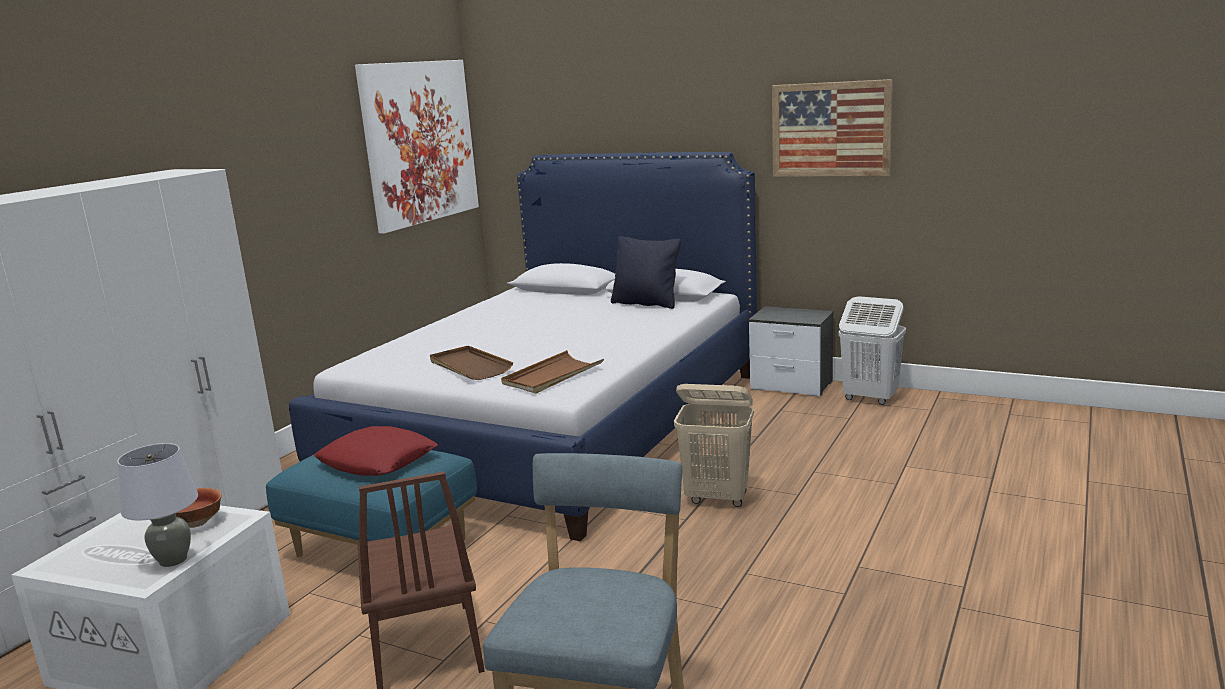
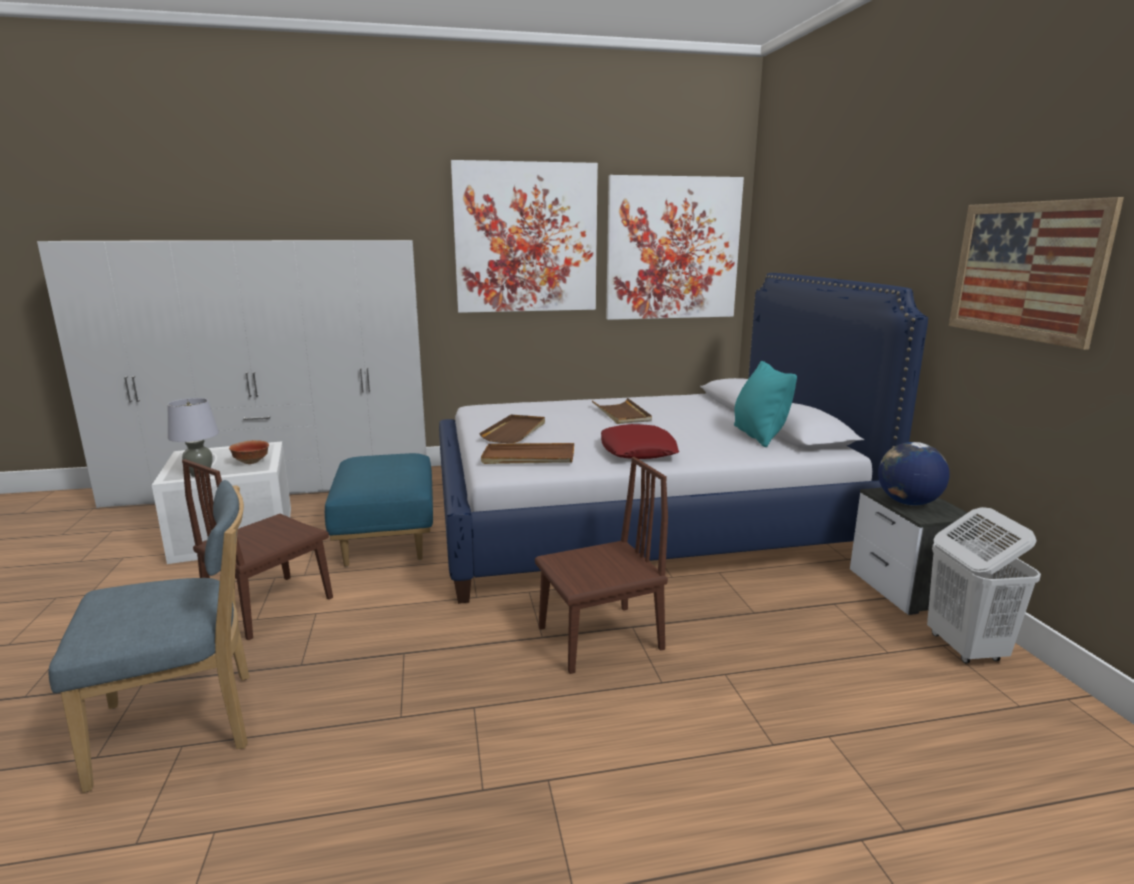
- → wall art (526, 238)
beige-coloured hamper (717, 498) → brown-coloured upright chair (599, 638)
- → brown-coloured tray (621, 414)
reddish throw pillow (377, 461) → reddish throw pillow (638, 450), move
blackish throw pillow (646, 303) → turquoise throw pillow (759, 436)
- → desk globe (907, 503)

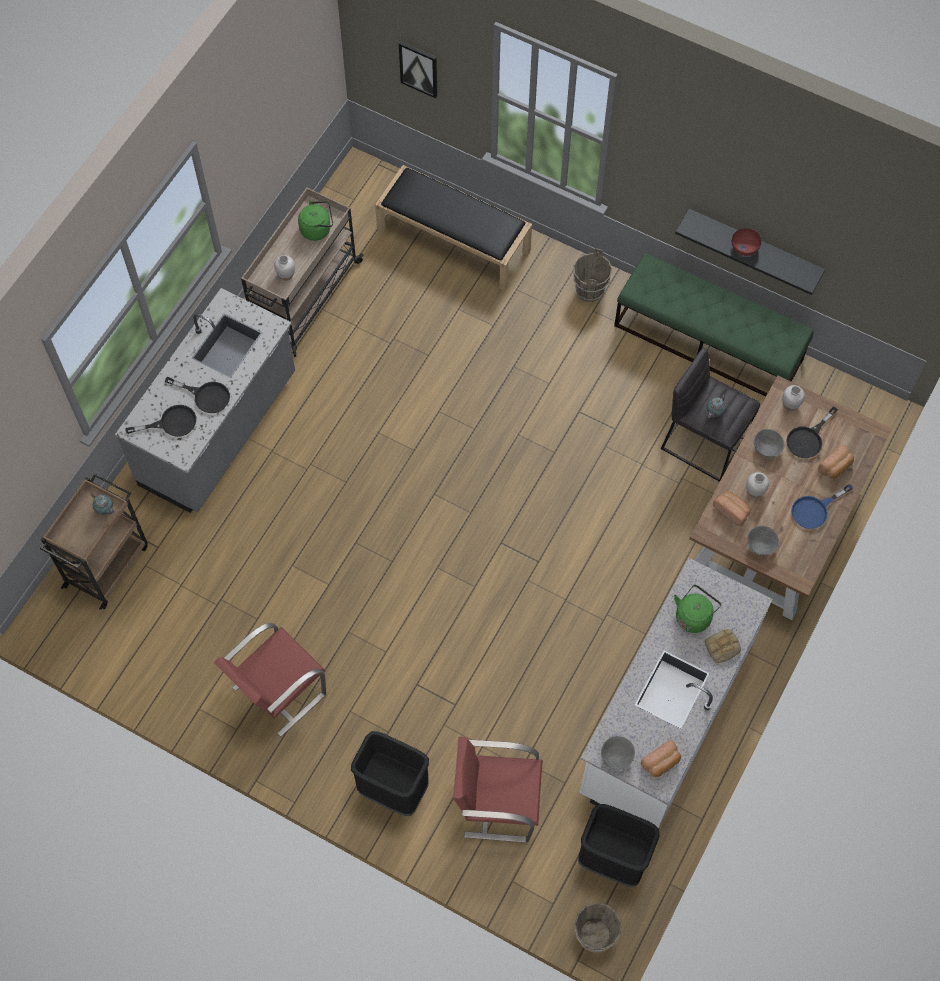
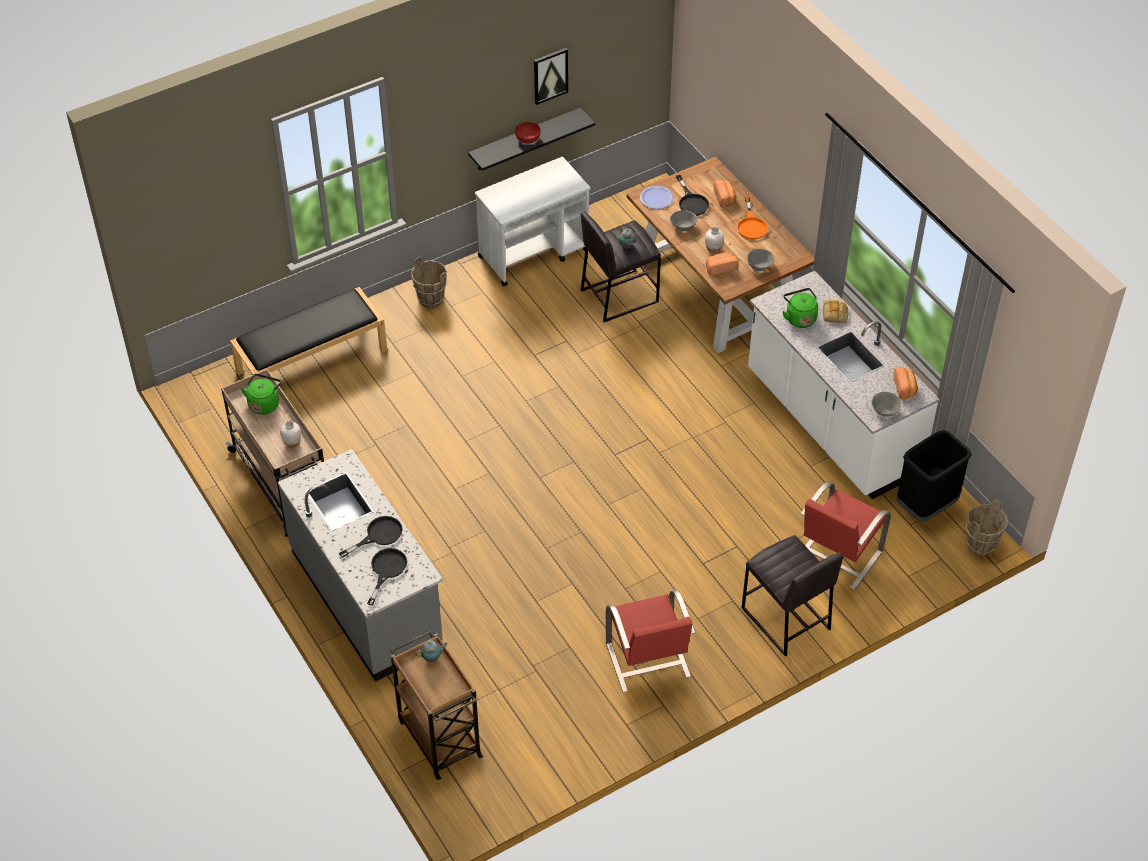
green long seat (708, 343) → white wheeled cart (534, 253)
wall art (419, 68) → wall art (550, 75), move
white flower vase (790, 405) → flat dish (656, 198)
blue-coloured pan (814, 510) → orange-coloured pan (751, 225)
blackish trash can (393, 789) → gray sitting stool (785, 619)

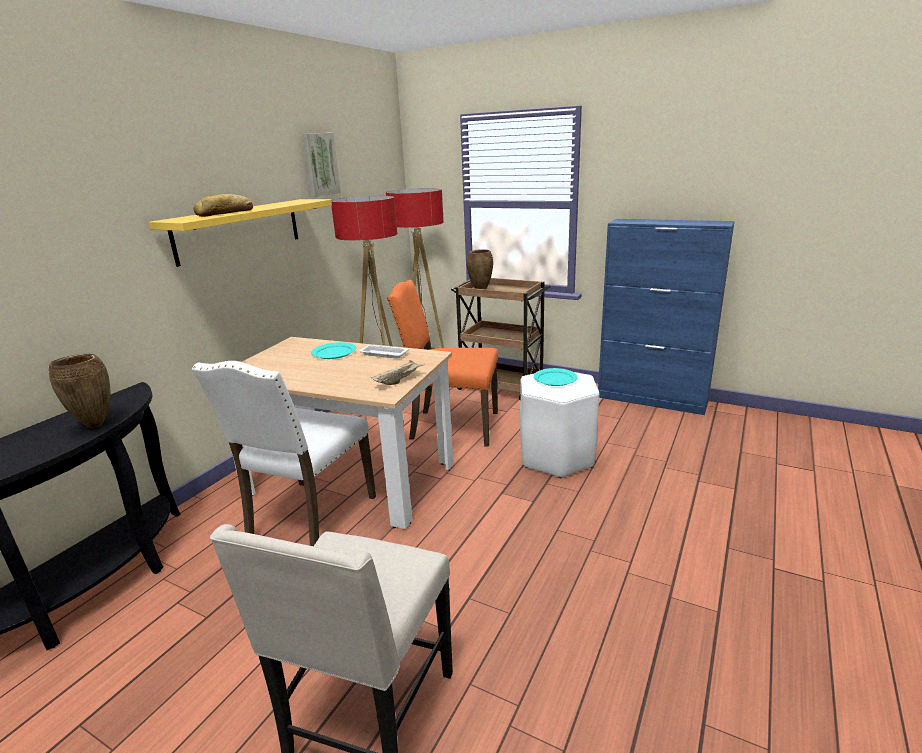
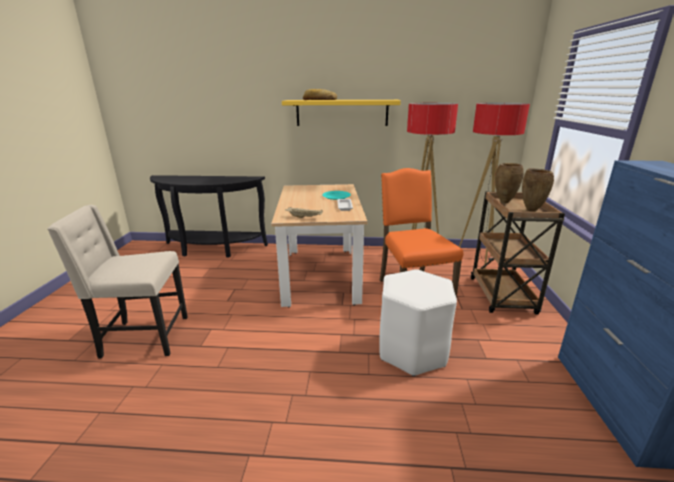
brown-coloured flower vase (96, 425) → brown-coloured flower vase (531, 211), move
white upright chair (309, 519) → -
wall art (320, 164) → -
turquoise flat dish (555, 379) → -

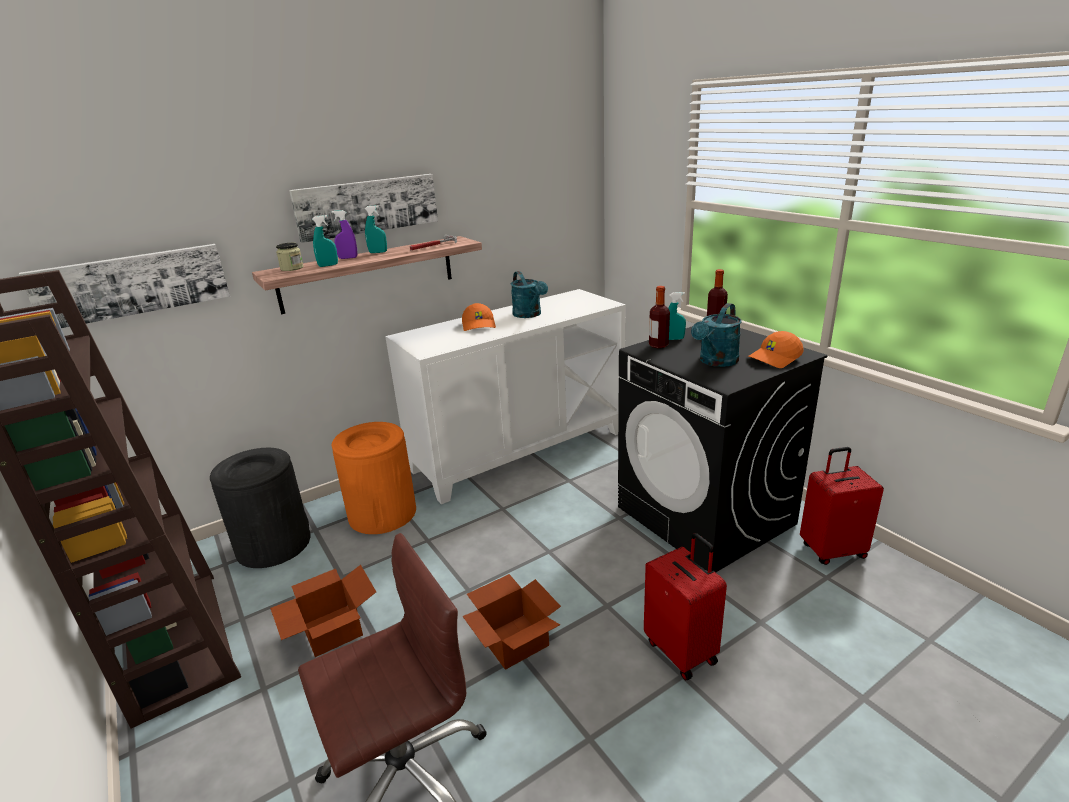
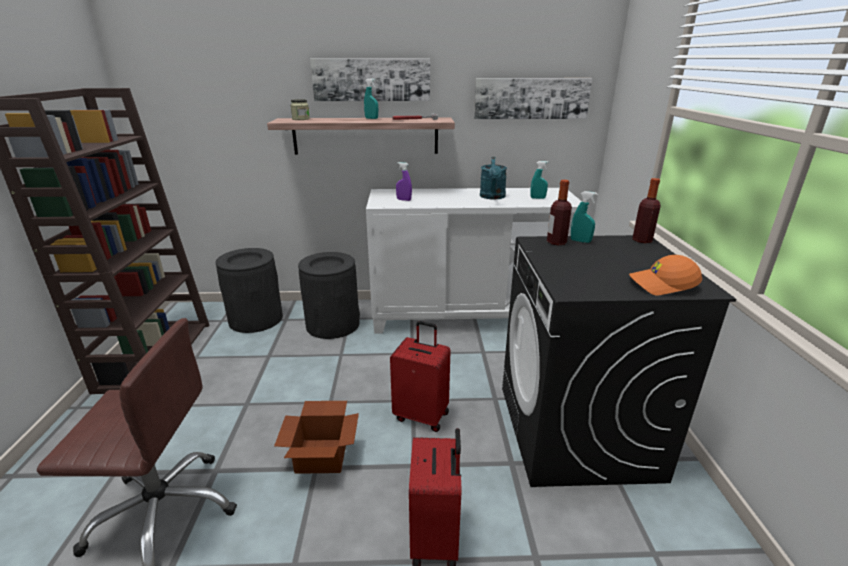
orange-coloured trash can (382, 513) → blackish trash can (333, 324)
reddish suitcase (831, 550) → reddish suitcase (422, 415), move
purple sprayer (348, 258) → purple sprayer (404, 200), move
wall art (132, 284) → wall art (531, 98), move
turquoise sprayer (328, 265) → turquoise sprayer (537, 198), move
carton (330, 630) → -
orange-coloured baseball cap (479, 325) → -
turquoise watering pot (716, 362) → -

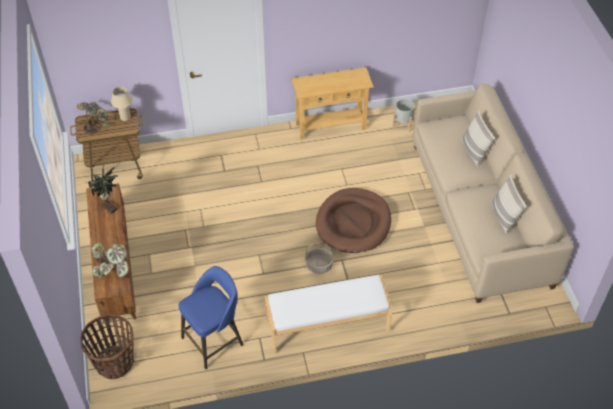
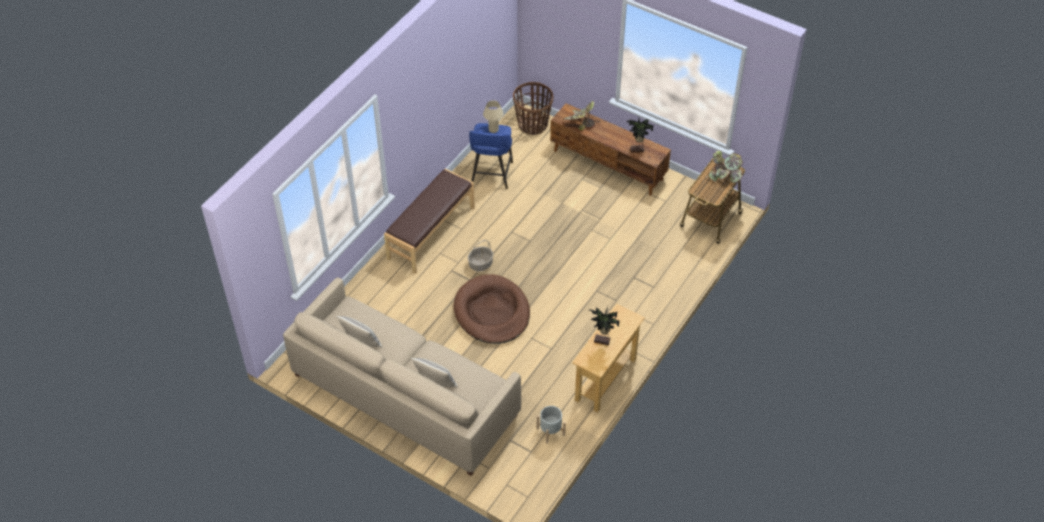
white long seat (327, 326) → brown-coloured long seat (430, 232)
beige-coloured table lamp (125, 117) → beige-coloured table lamp (493, 129), move
- → potted plant (602, 342)

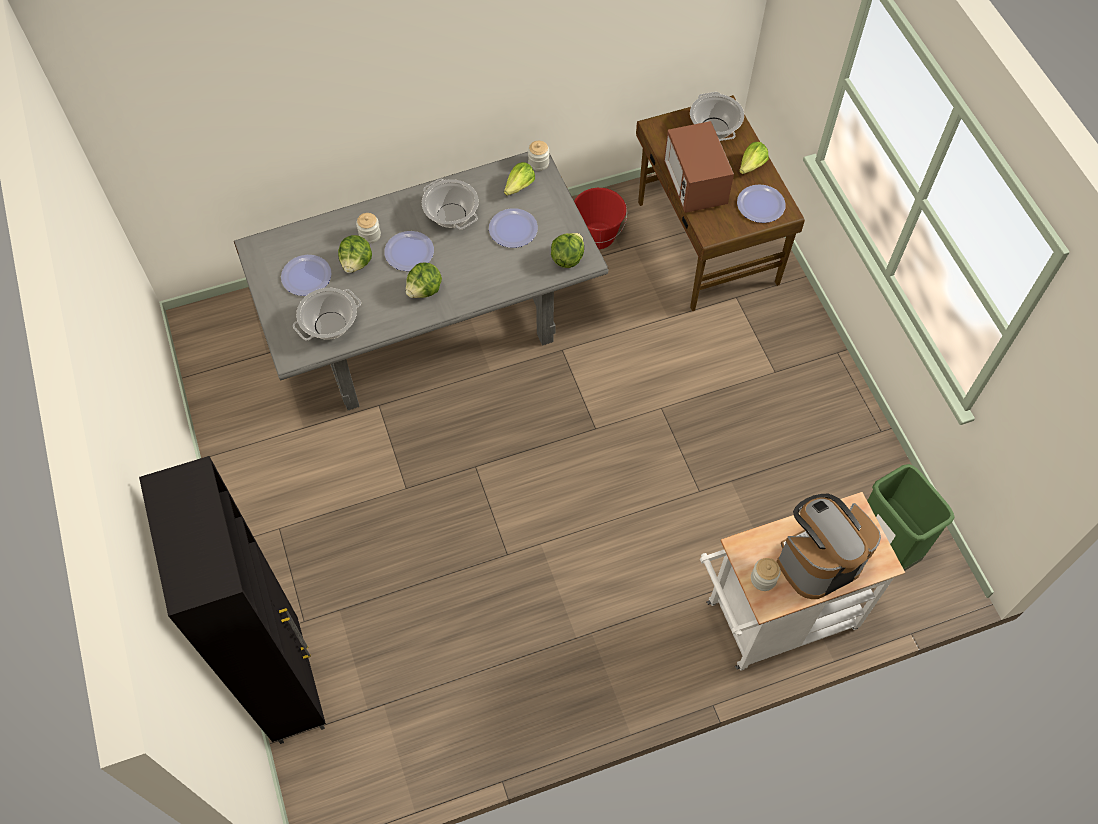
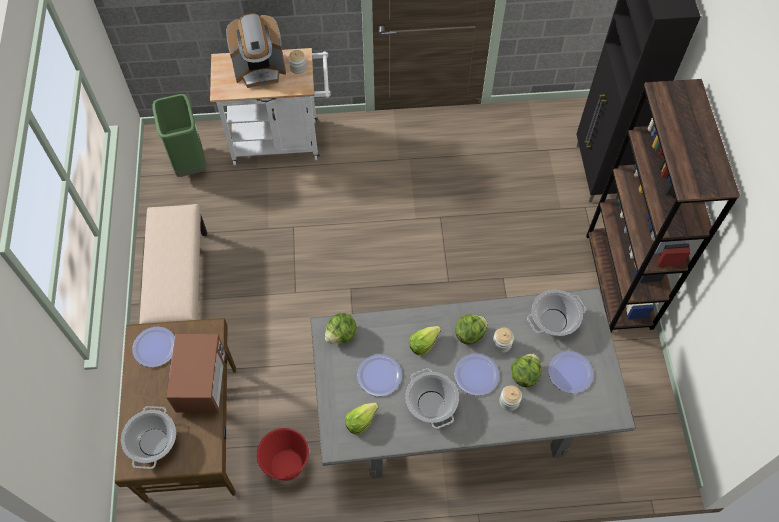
- → beige-coloured long seat (180, 287)
lettuce head (752, 166) → lettuce head (423, 343), move
preserve jar (538, 163) → preserve jar (501, 344), move
- → brown-coloured bookshelf (619, 281)

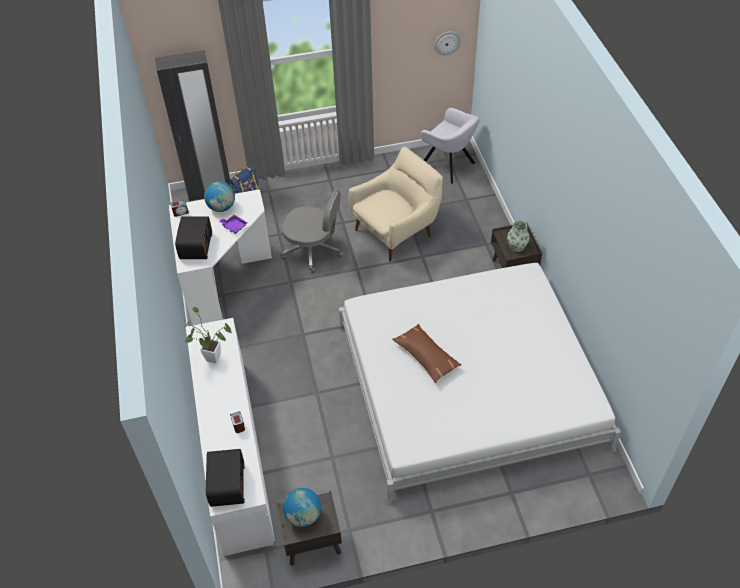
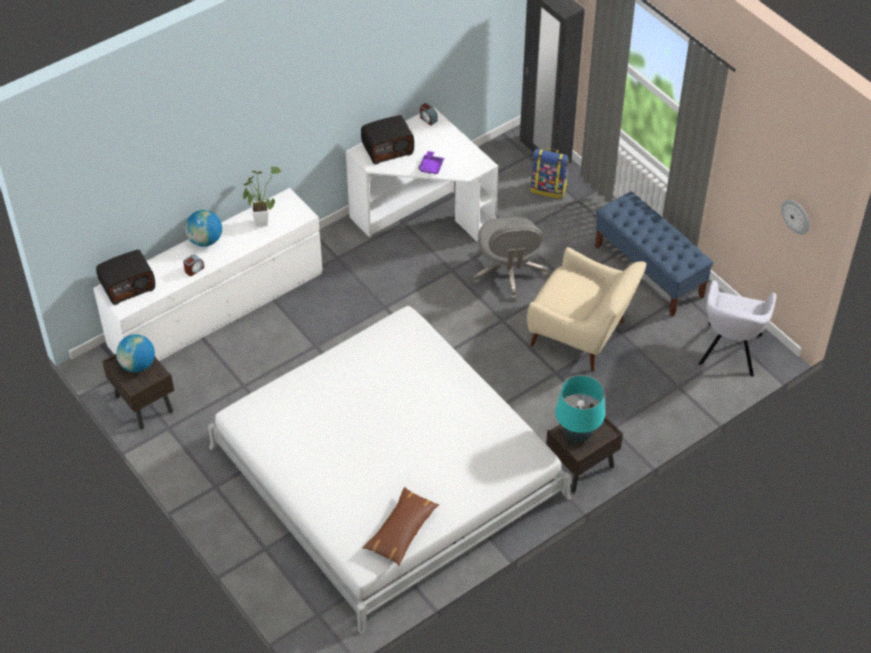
desk globe (222, 207) → desk globe (205, 240), move
brown-coloured throw pillow (426, 356) → brown-coloured throw pillow (401, 531), move
flower vase (516, 246) → turquoise table lamp (577, 435)
- → blue-coloured long seat (649, 272)

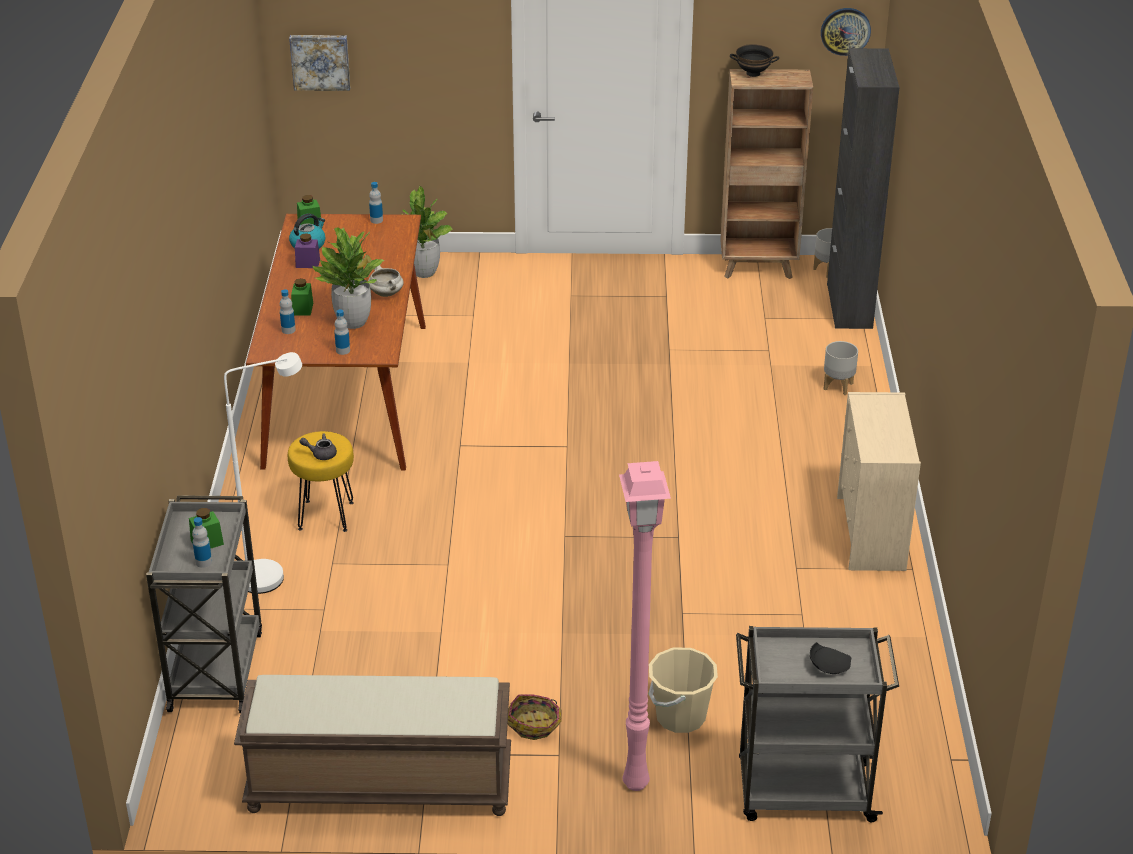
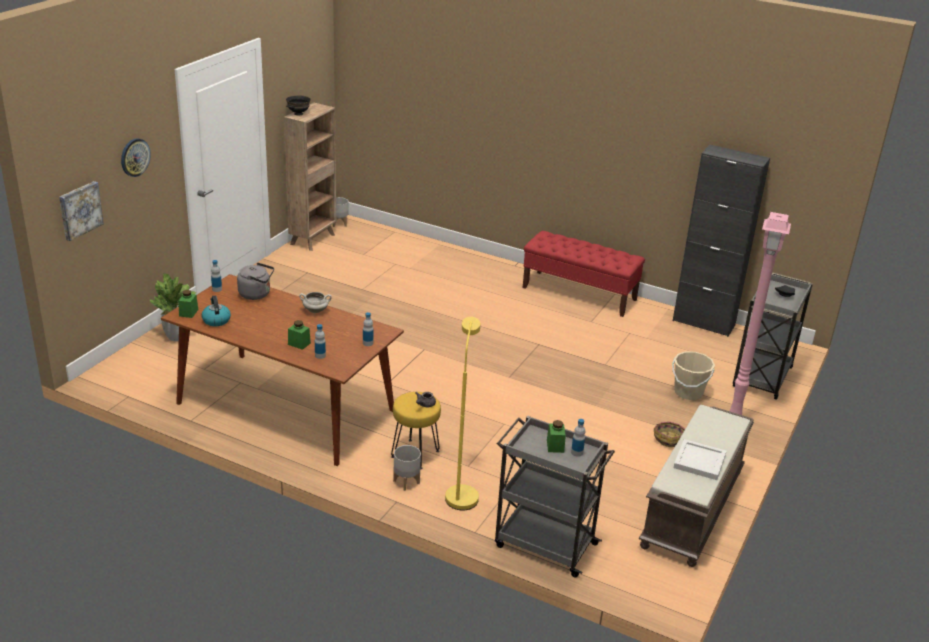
hanging clock (845, 31) → hanging clock (134, 157), move
- → gray water kettle (256, 294)
gray plant pot (838, 386) → gray plant pot (407, 482), move
white standard lamp (273, 575) → yellowish standard lamp (461, 493)
beige-coloured dresser (871, 534) → reddish long seat (579, 293)
blackish cupboard (849, 306) → blackish cupboard (703, 323), move
- → white tray (700, 462)
purple preserve jar (307, 263) → -
potted plant (353, 322) → -

